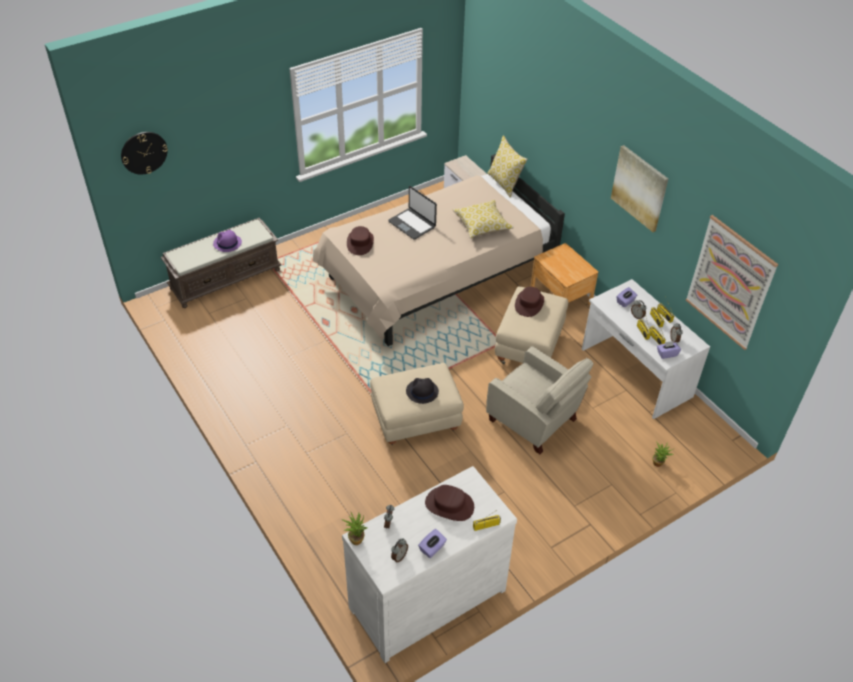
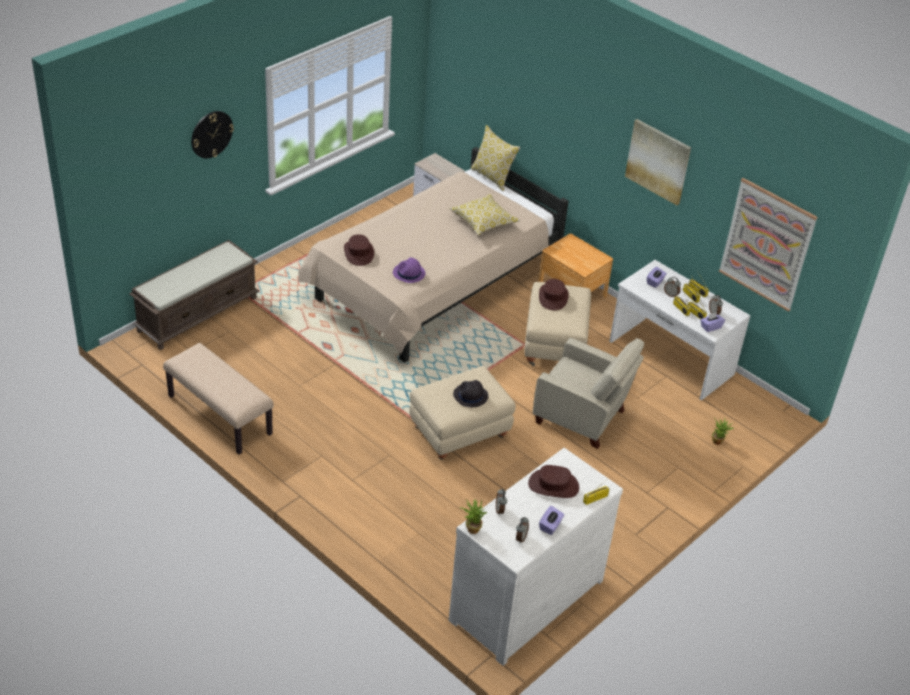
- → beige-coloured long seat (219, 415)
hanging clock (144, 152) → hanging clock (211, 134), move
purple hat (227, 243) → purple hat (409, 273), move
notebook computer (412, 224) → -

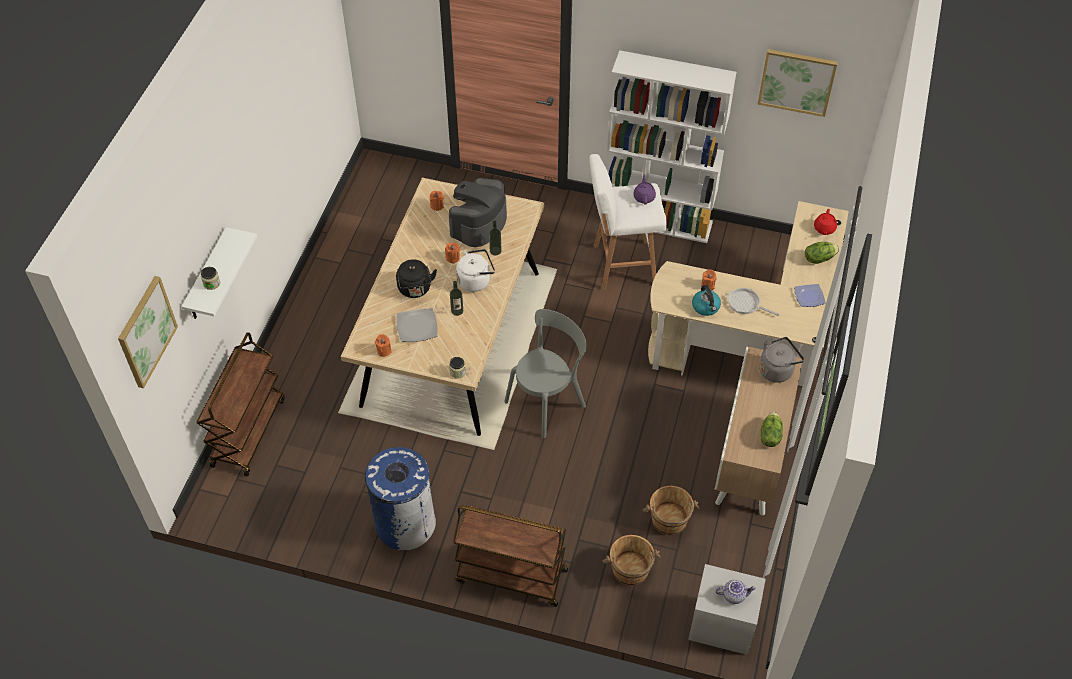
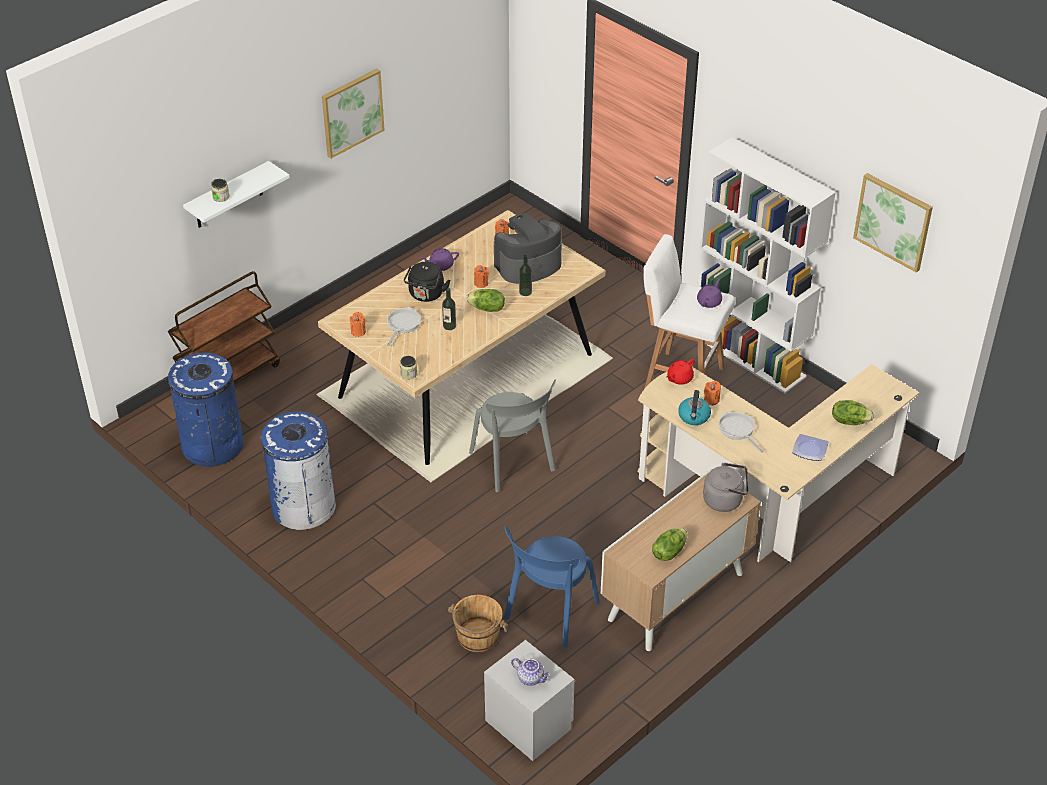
- → blue-coloured trash can (212, 445)
wall art (146, 331) → wall art (352, 112), move
flat dish (416, 327) → pan (402, 324)
- → purple tea pot (440, 265)
white water kettle (476, 280) → lettuce head (487, 309)
gray upright chair (547, 401) → gray upright chair (513, 464), 75 degrees clockwise
brown-coloured water bucket (669, 520) → blue-coloured upright chair (549, 613)
reddish tea pot (824, 229) → reddish tea pot (679, 378), move
brown-coloured wheeled cart (510, 576) → -

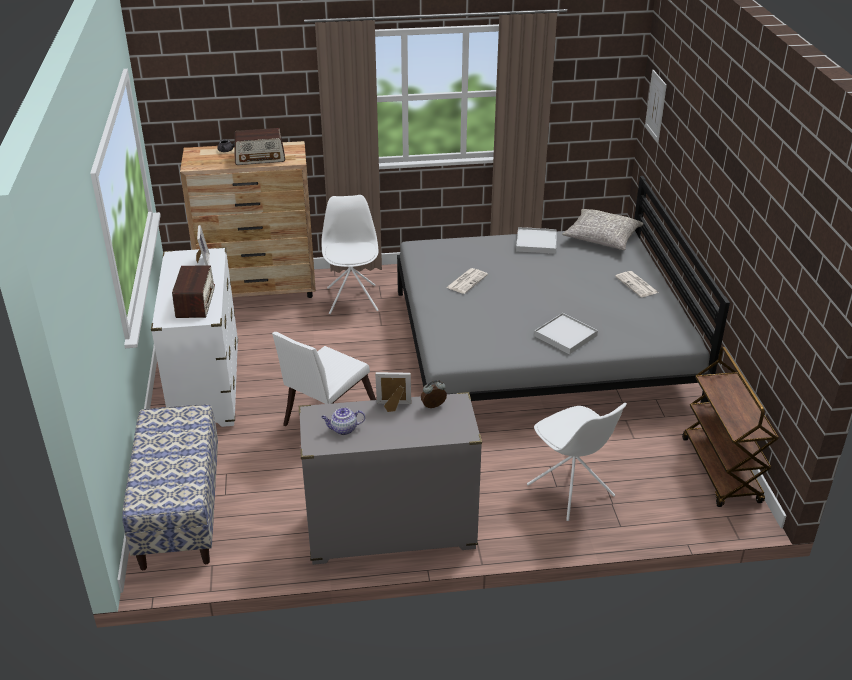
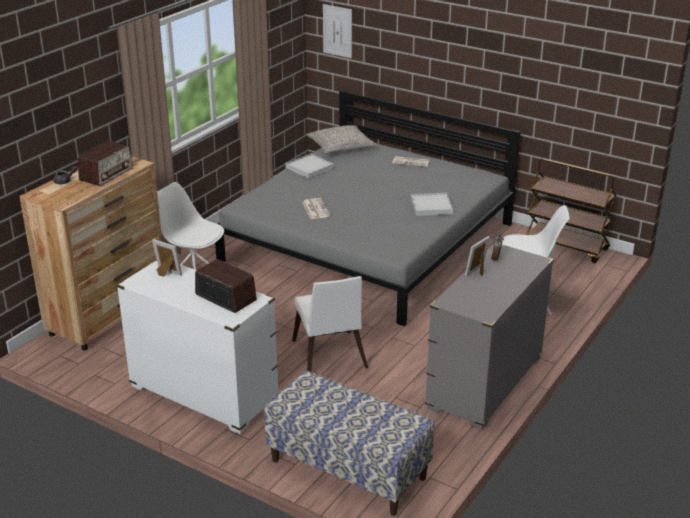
tea pot (343, 429) → -

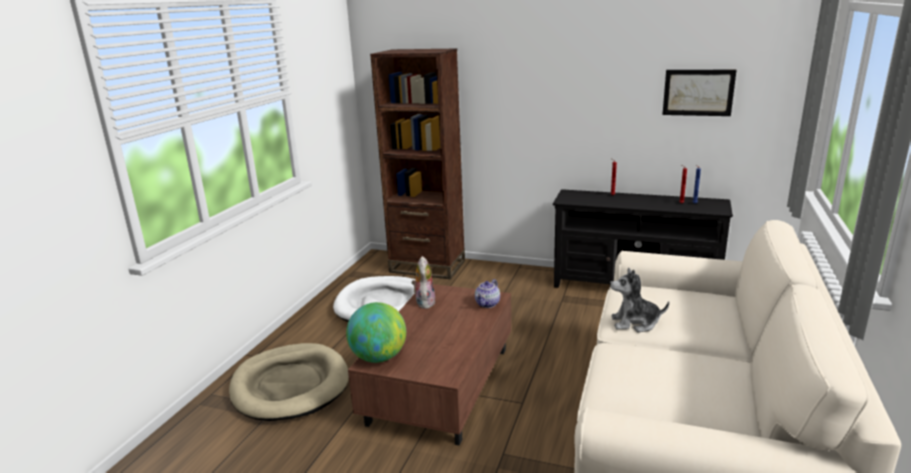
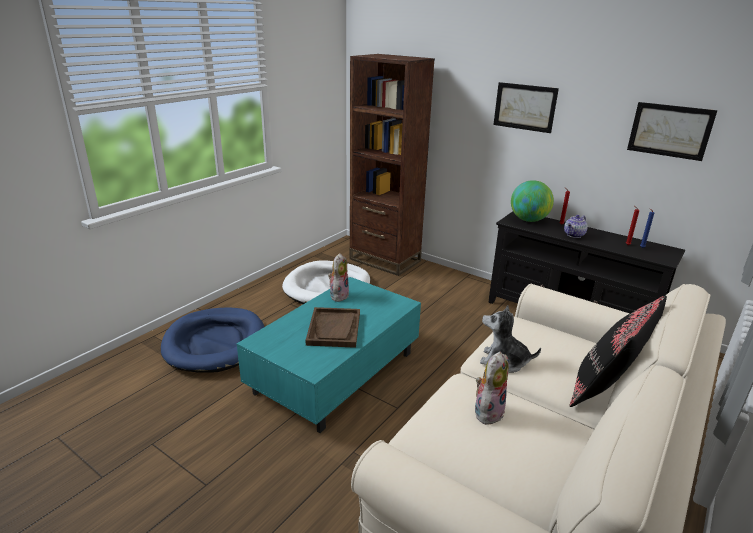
beige-coloured pet bed (290, 385) → blue-coloured pet bed (215, 343)
brown-coloured coffee table (440, 385) → turquoise coffee table (334, 373)
- → brown-coloured tray (334, 329)
- → soft toy (487, 411)
- → wall art (524, 107)
desk globe (379, 357) → desk globe (528, 220), move
tea pot (488, 304) → tea pot (574, 235), move
- → blackish throw pillow (606, 389)

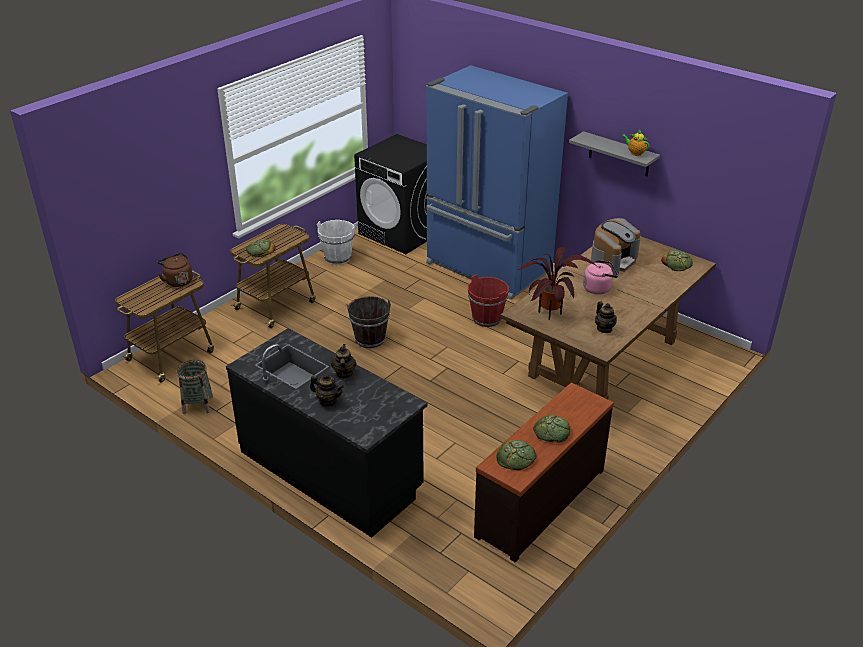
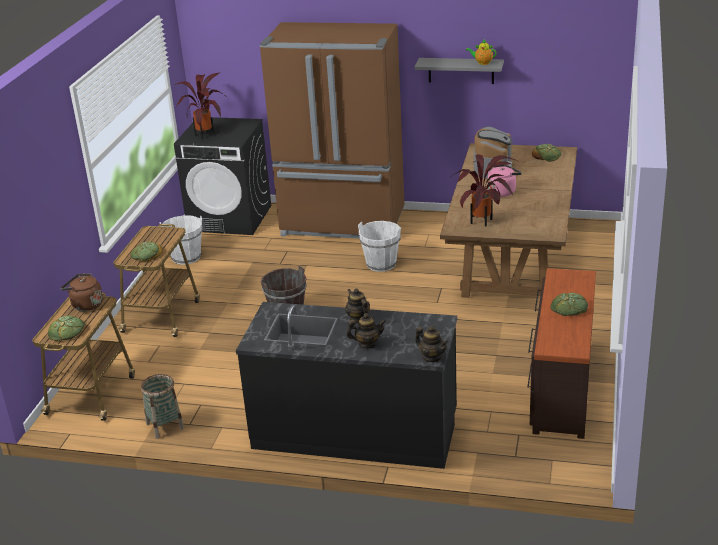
bread (516, 458) → bread (66, 331), move
- → potted plant (207, 135)
blue-coloured refrigerator (487, 268) → brown-coloured refrigerator (343, 224)
reddish water bucket (487, 318) → white water bucket (381, 264)
tea pot (604, 329) → tea pot (432, 357), move

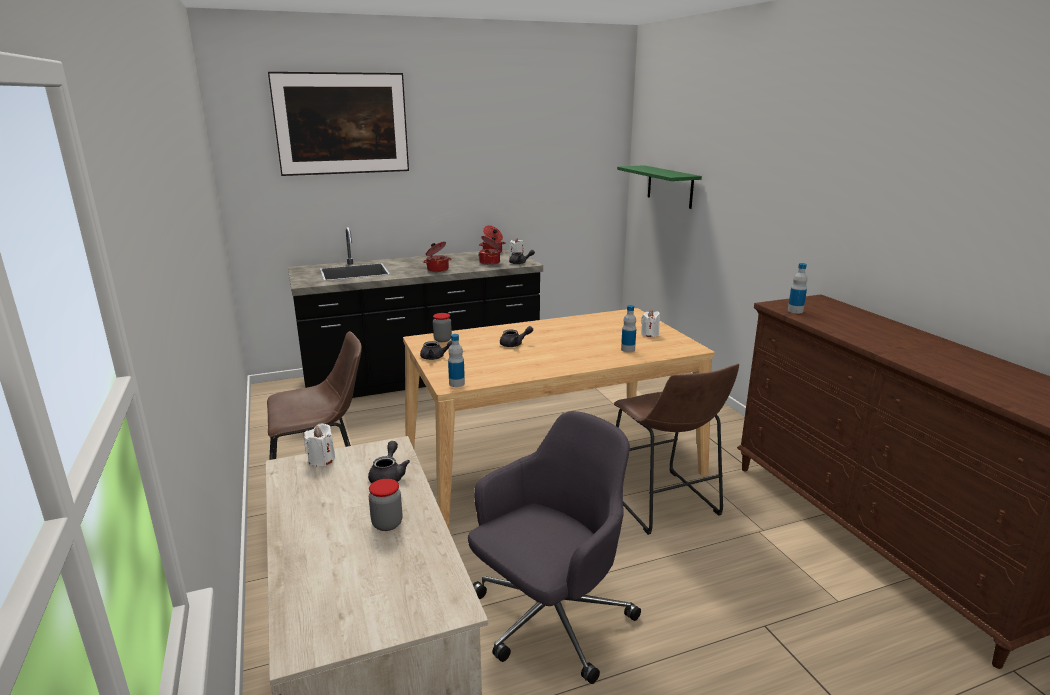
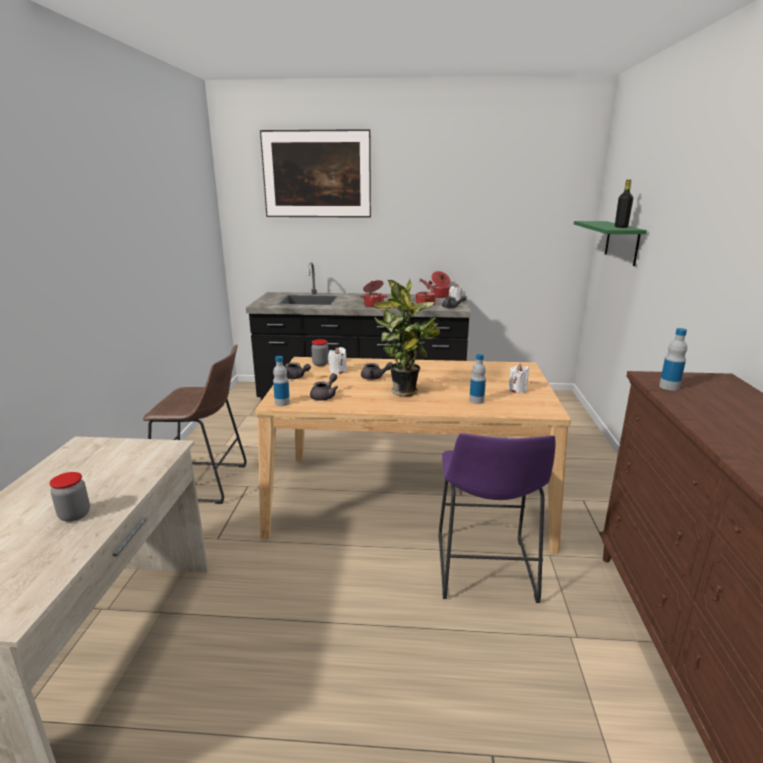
gray tea pot (388, 476) → gray tea pot (325, 396), move
white wax candle (321, 460) → white wax candle (338, 371), move
- → potted plant (406, 393)
brown-coloured sitting stool (664, 504) → purple sitting stool (484, 572)
- → blackish bottle (621, 227)
gray office chair (549, 620) → -

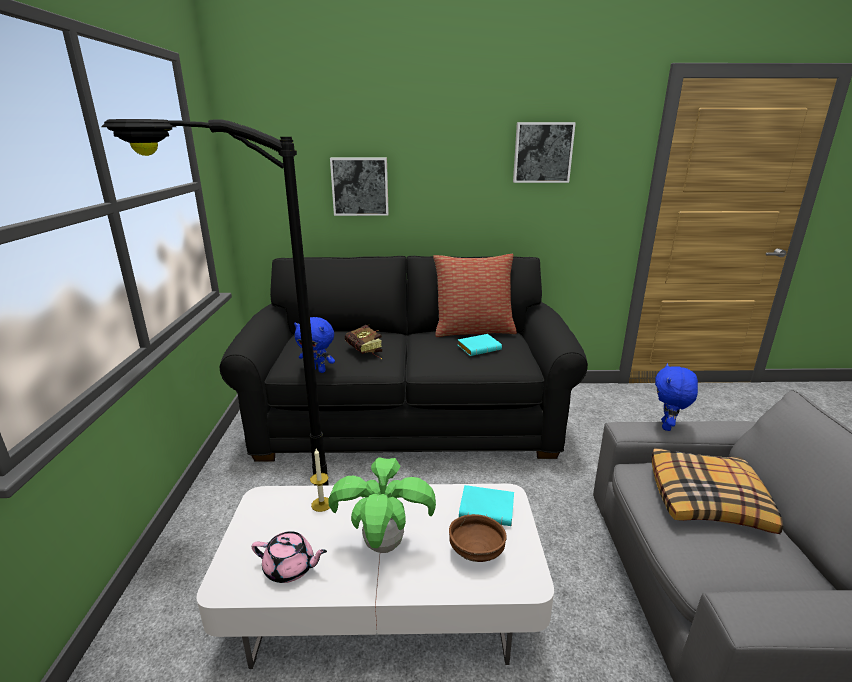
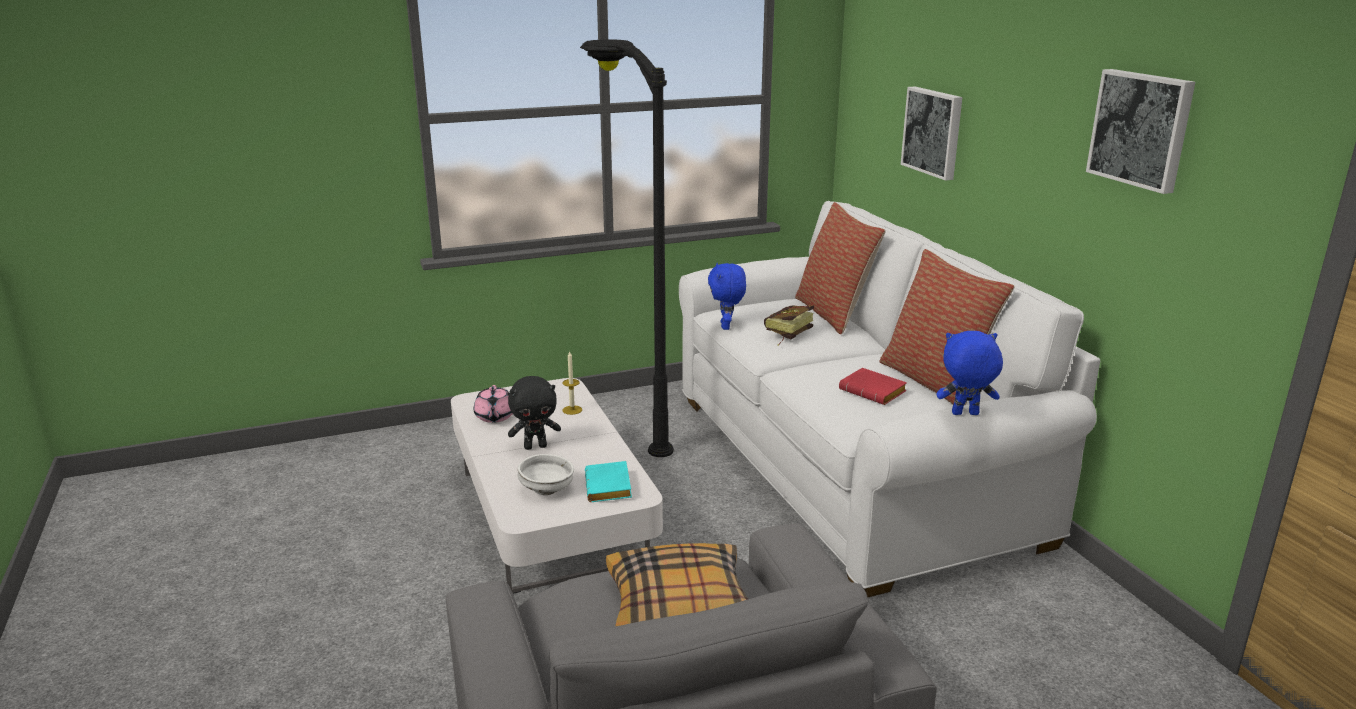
potted plant (383, 545) → blackish soft toy (535, 446)
brown-coloured serving bowl (476, 551) → white serving bowl (547, 489)
blackish couch (408, 420) → white couch (847, 466)
- → throw pillow (834, 314)
turquoise book (479, 348) → reddish book (874, 392)
blue-coloured soft toy (667, 426) → blue-coloured soft toy (965, 414), move

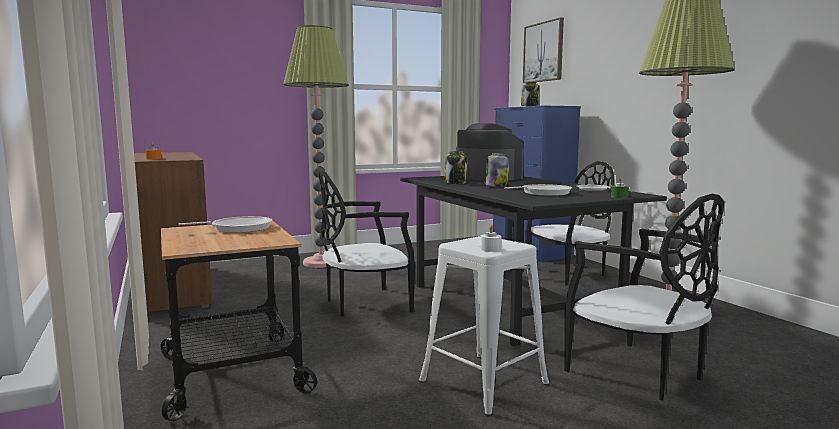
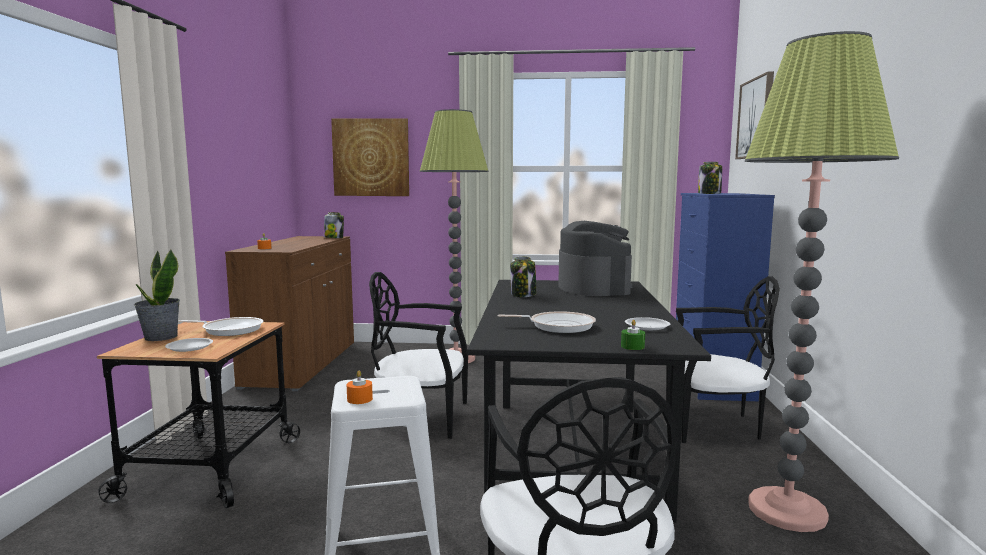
- → potted plant (160, 337)
- → white flat dish (190, 347)
preserve jar (496, 186) → preserve jar (334, 238), move
- → wall art (371, 157)
white wax candle (490, 249) → orange-coloured wax candle (359, 399)

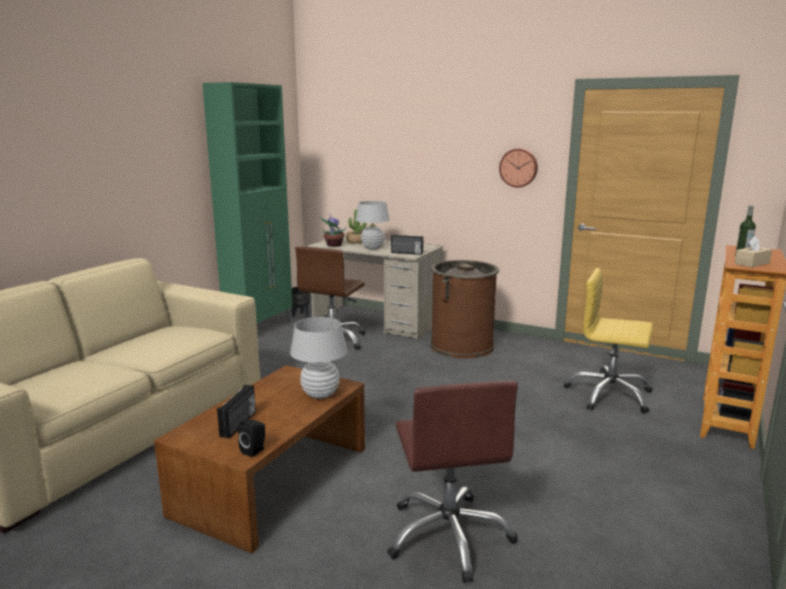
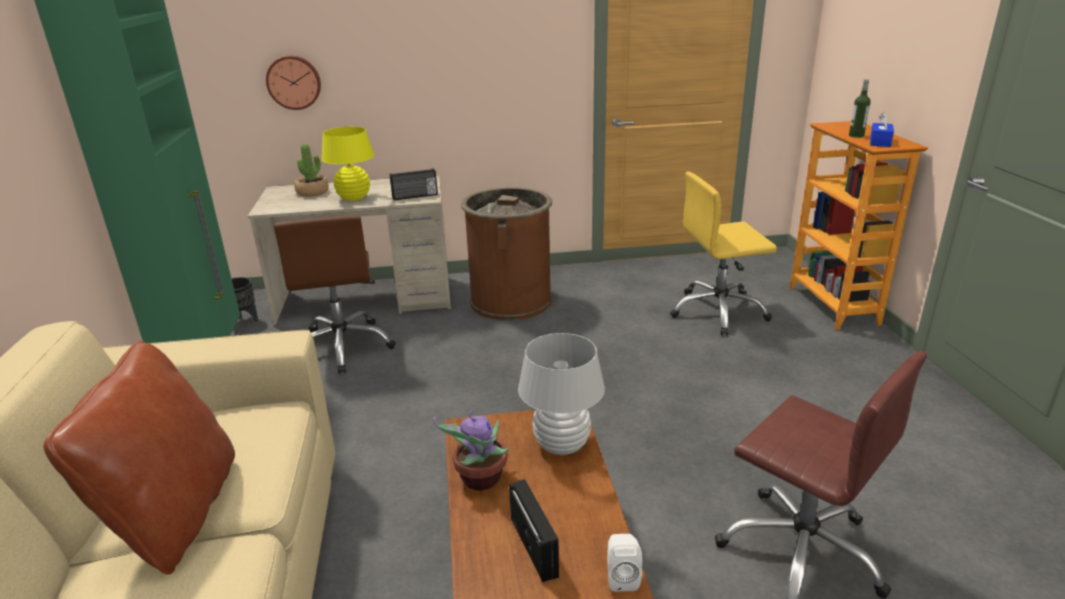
- → brown-coloured throw pillow (175, 515)
hanging clock (518, 167) → hanging clock (294, 82), move
white table lamp (372, 248) → yellowish table lamp (354, 198)
potted plant (333, 245) → potted plant (480, 480), move
blackish loudspeaker (255, 450) → white loudspeaker (621, 577)
beige-coloured tissue holder (752, 263) → blue-coloured tissue holder (880, 142)

